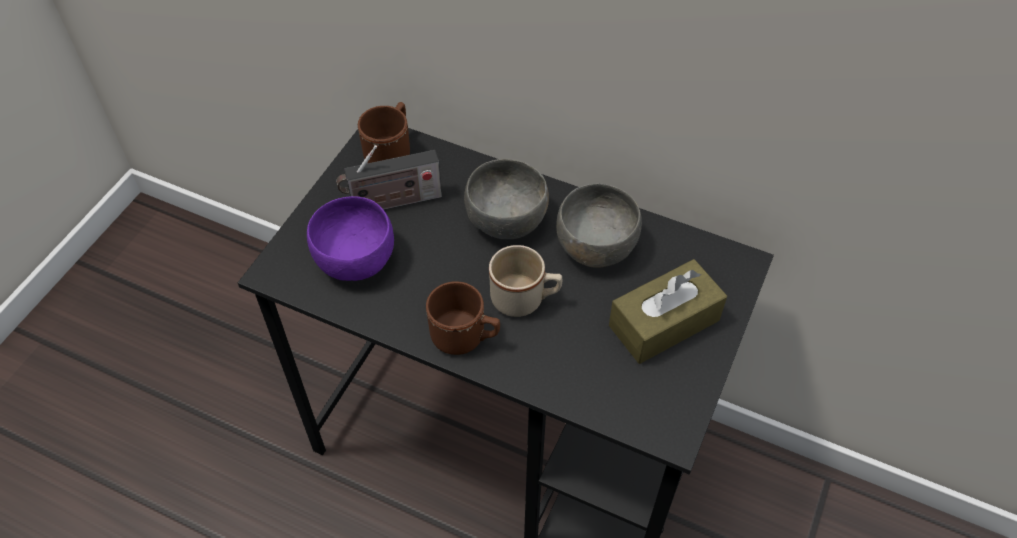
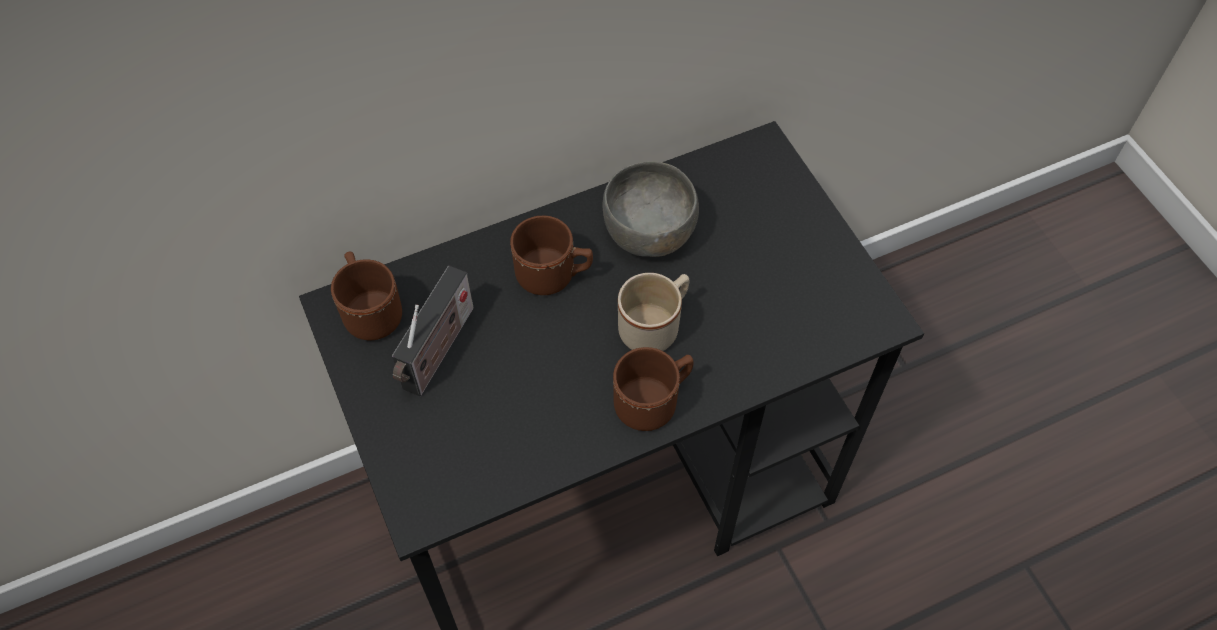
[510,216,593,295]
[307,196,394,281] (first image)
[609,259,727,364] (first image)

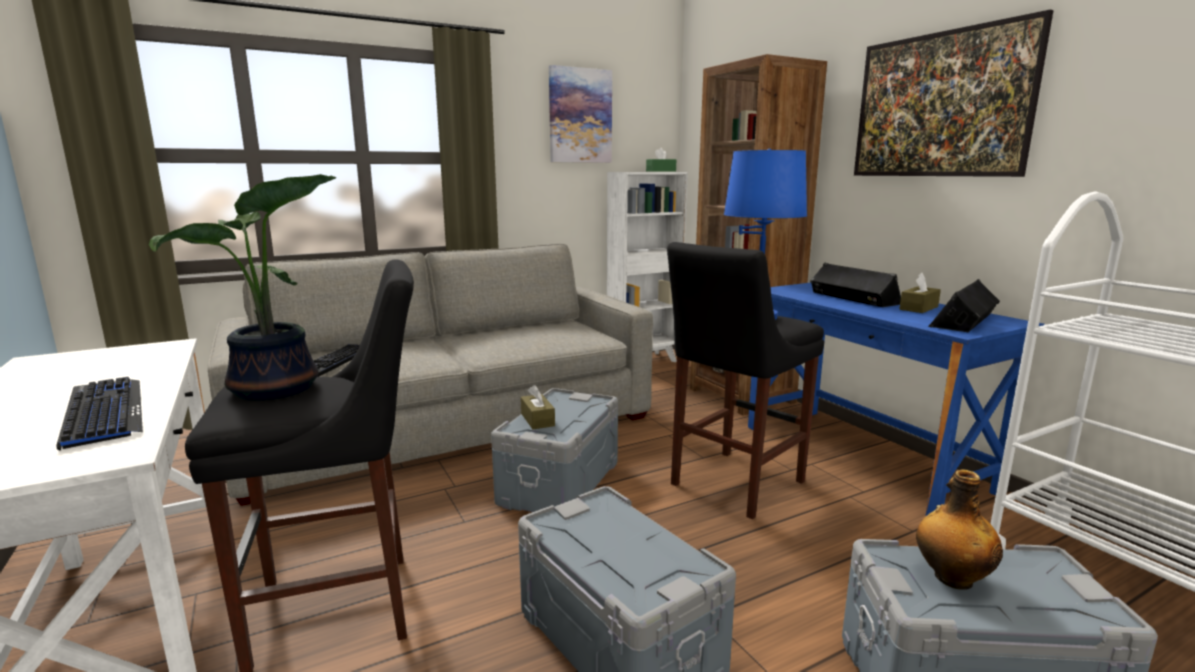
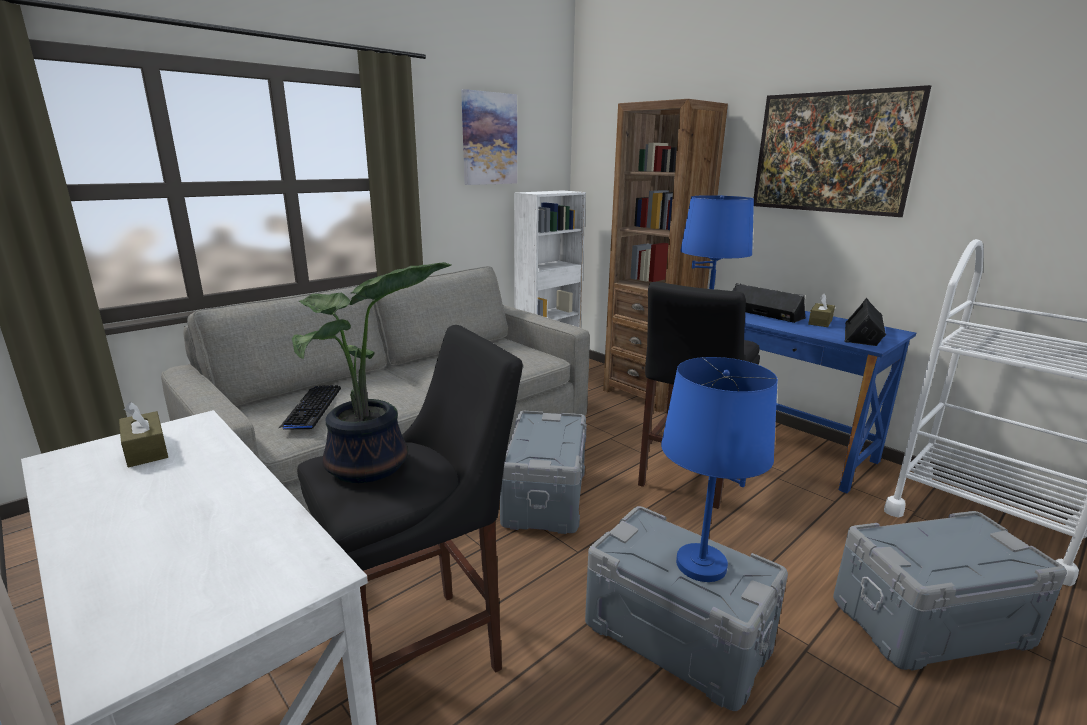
[119,402,168,467]
[661,357,778,582]
[57,377,143,451] (first image)
[646,148,676,172] (first image)
[916,469,1003,590] (first image)

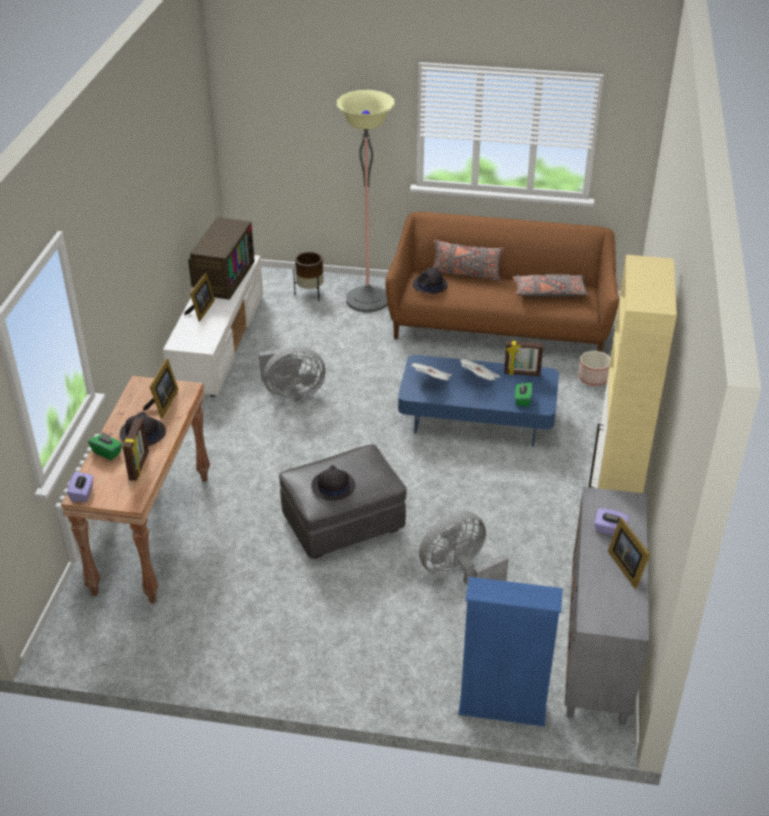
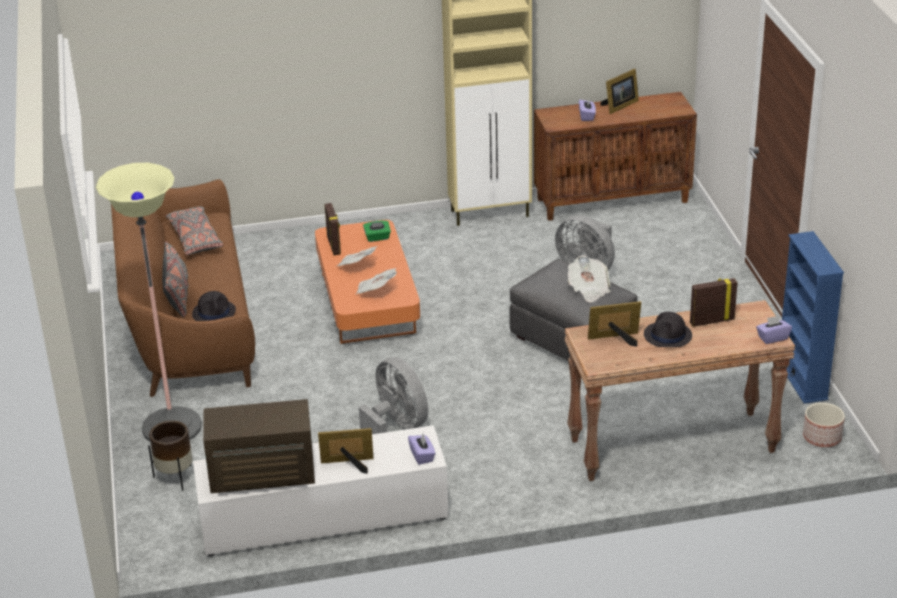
[315,220,420,344]
[408,434,436,465]
[534,92,697,221]
[568,255,610,303]
[782,231,844,404]
[803,403,845,447]
[88,432,122,460] (first image)

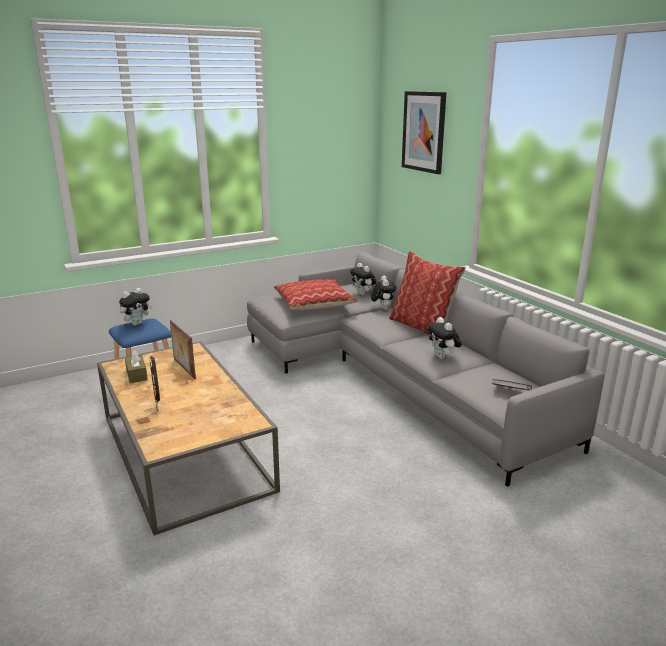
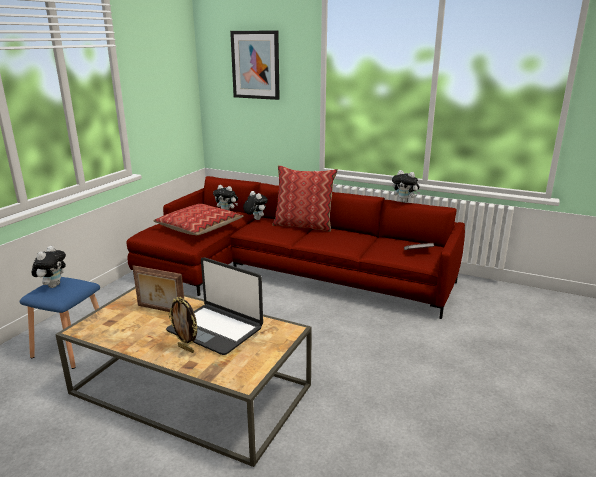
[126,176,465,319]
[166,257,263,355]
[392,170,420,203]
[125,350,148,383] (first image)

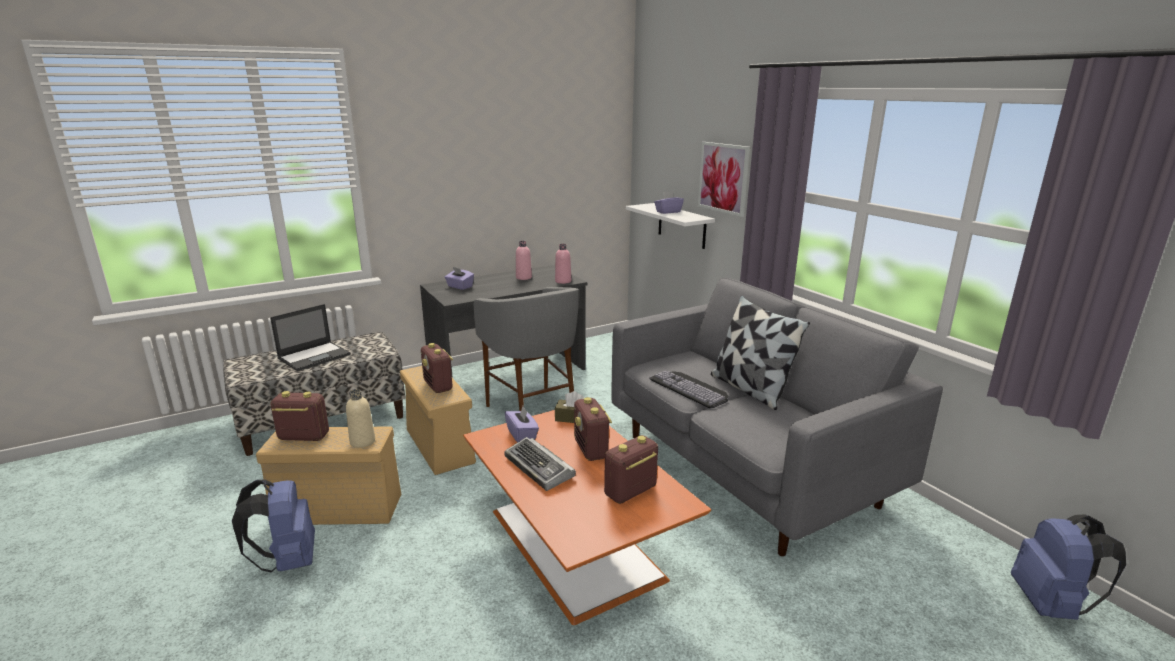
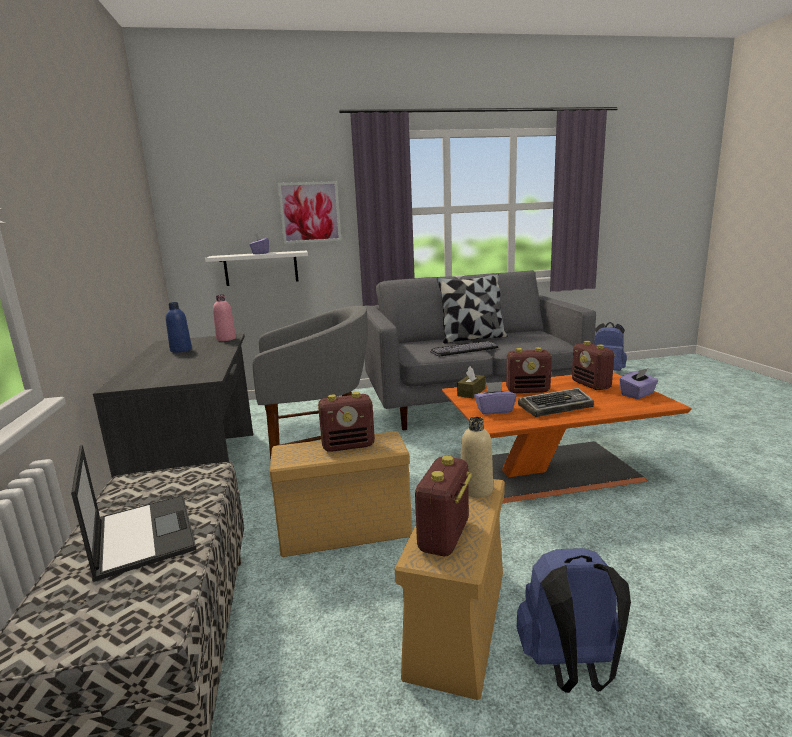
[166,302,192,353]
[619,368,658,399]

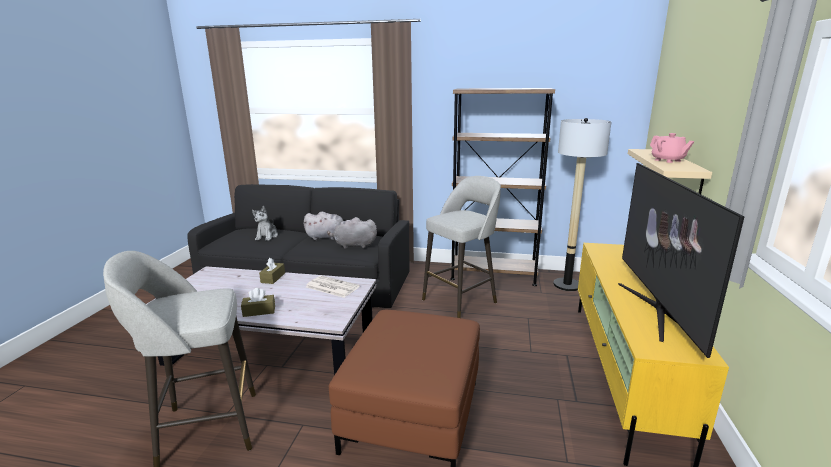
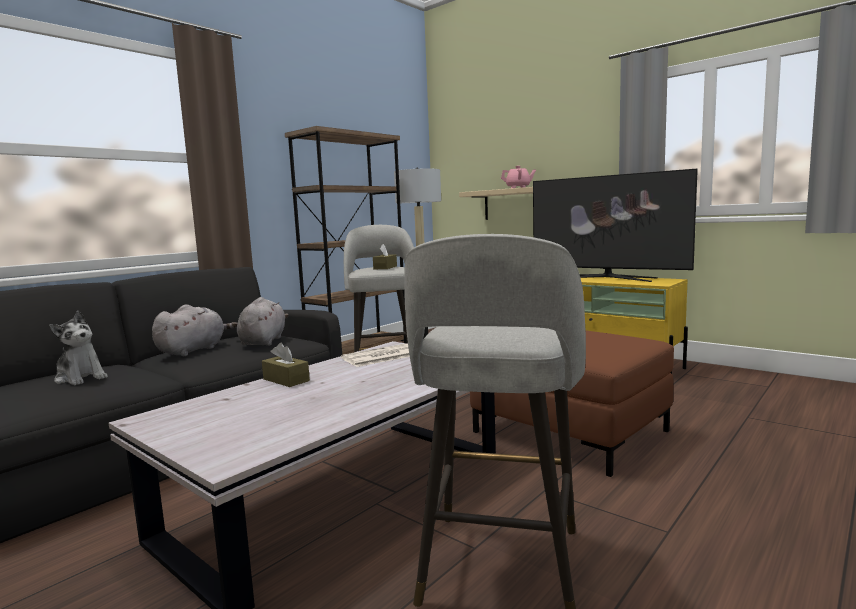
[237,297,289,346]
[373,244,397,269]

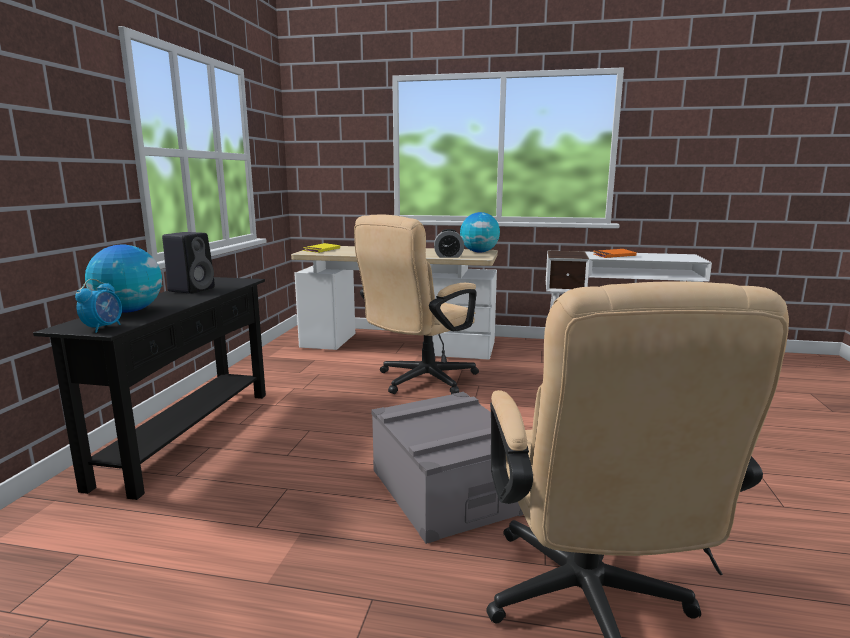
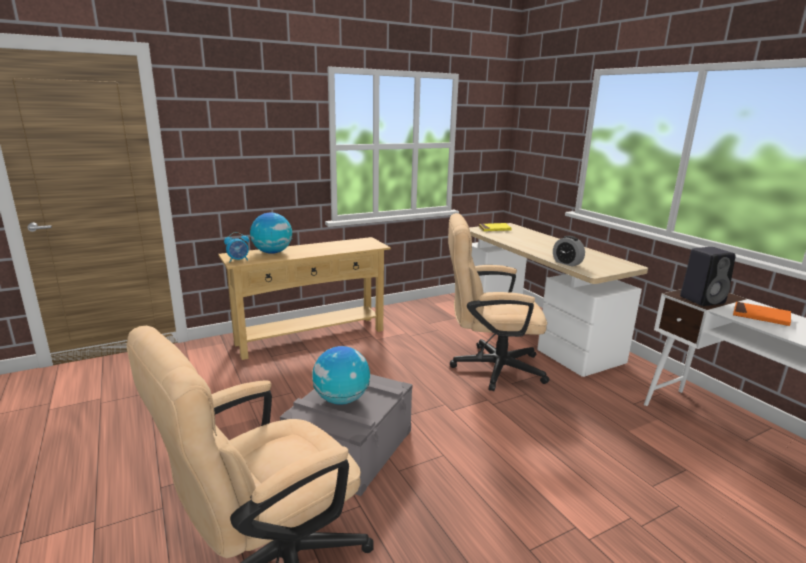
[218,237,391,360]
[312,346,370,405]
[680,247,736,306]

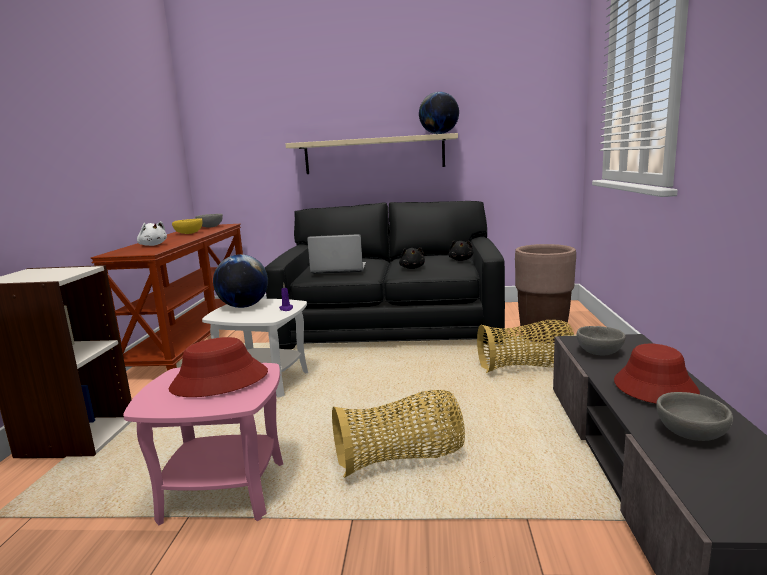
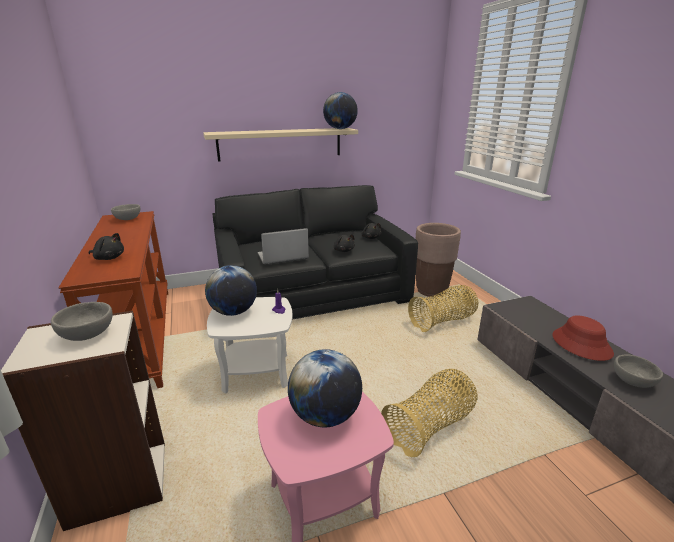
[51,302,112,341]
[89,233,124,260]
[288,349,362,427]
[172,218,203,234] (first image)

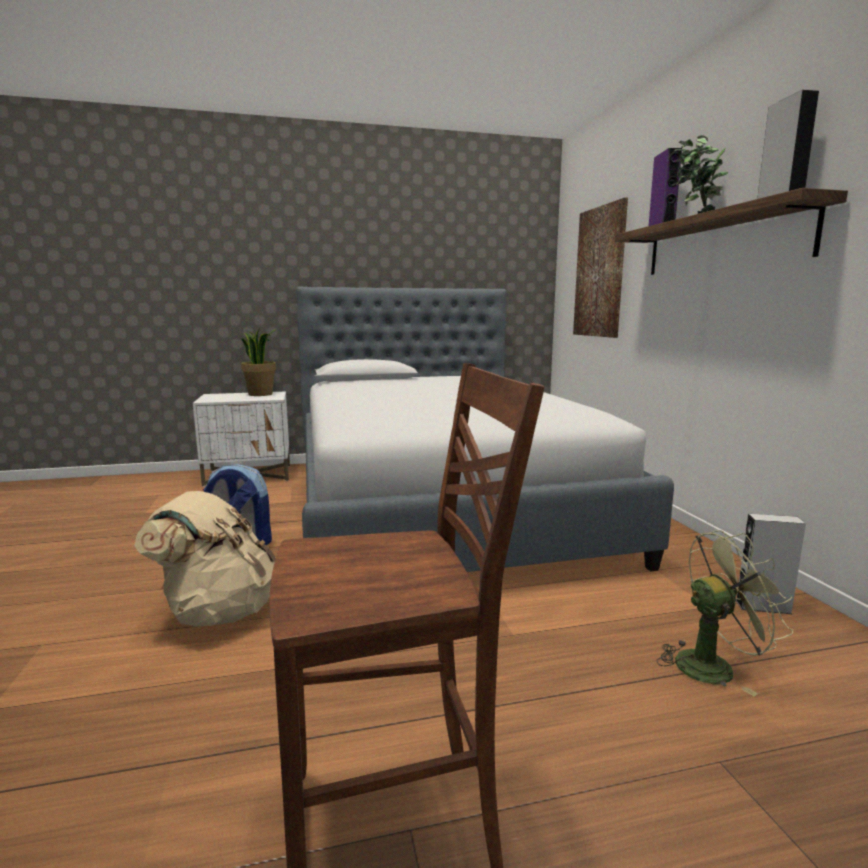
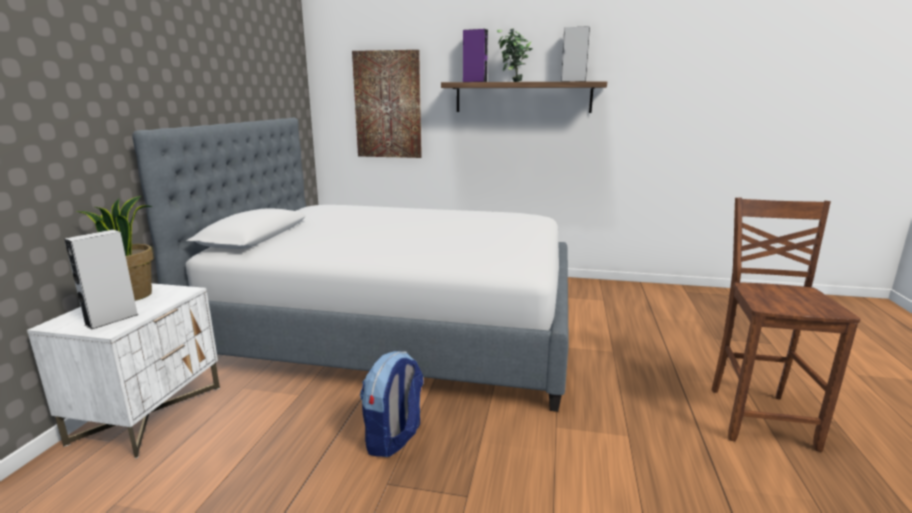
[65,230,139,330]
[134,491,276,627] (first image)
[657,530,793,697] (first image)

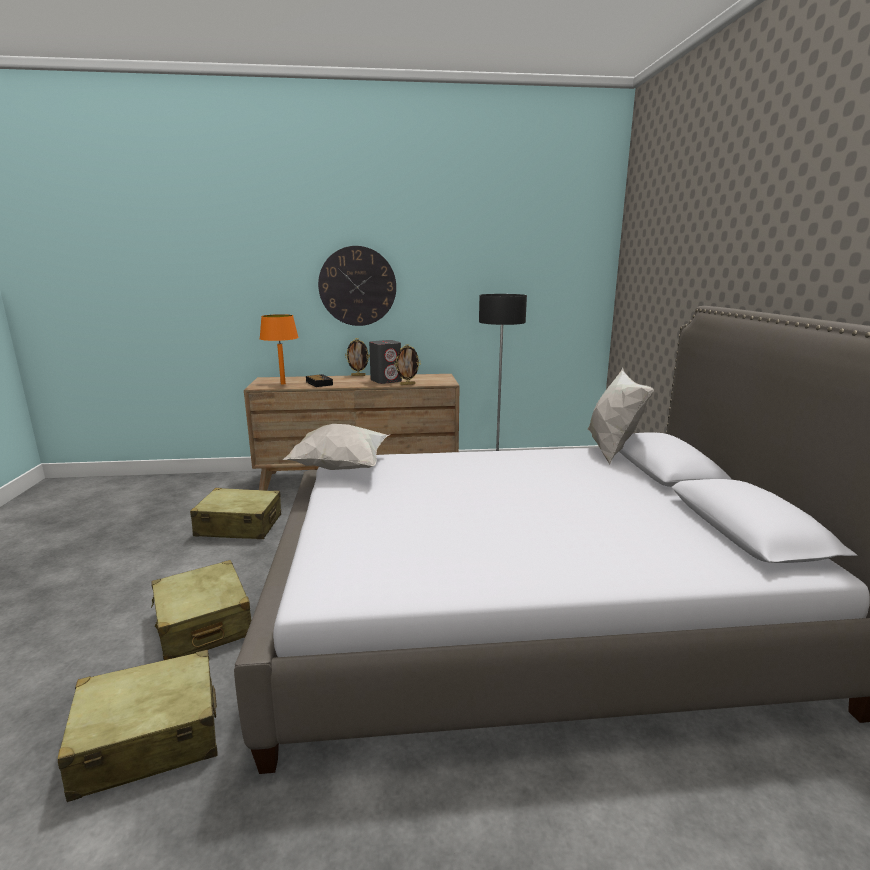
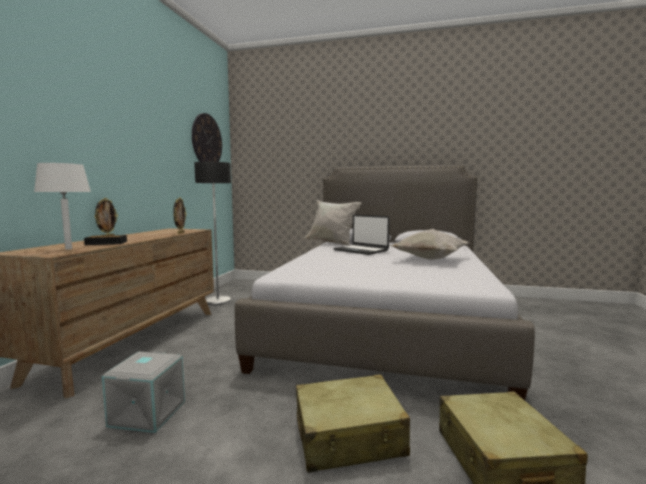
[34,163,91,250]
[102,351,185,433]
[192,113,222,162]
[333,215,390,255]
[389,229,469,260]
[369,340,402,384] (first image)

